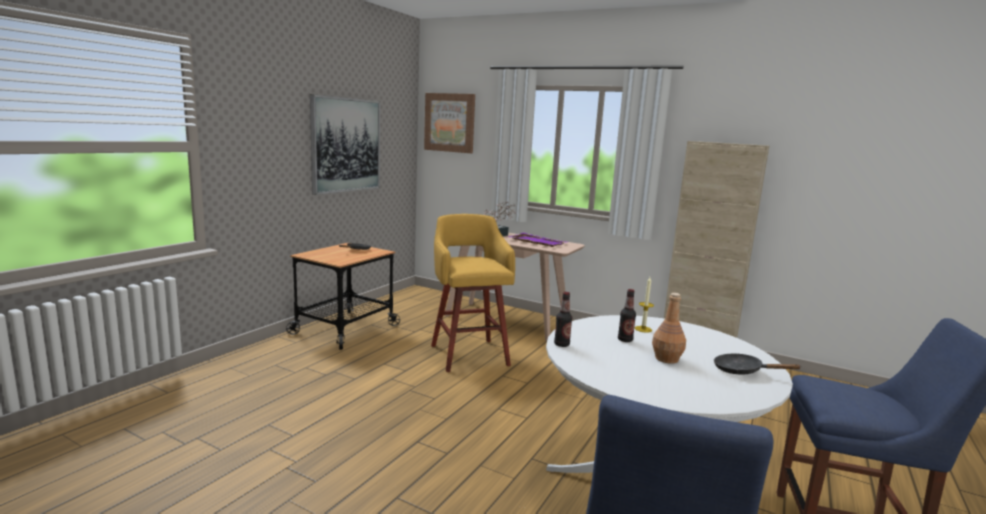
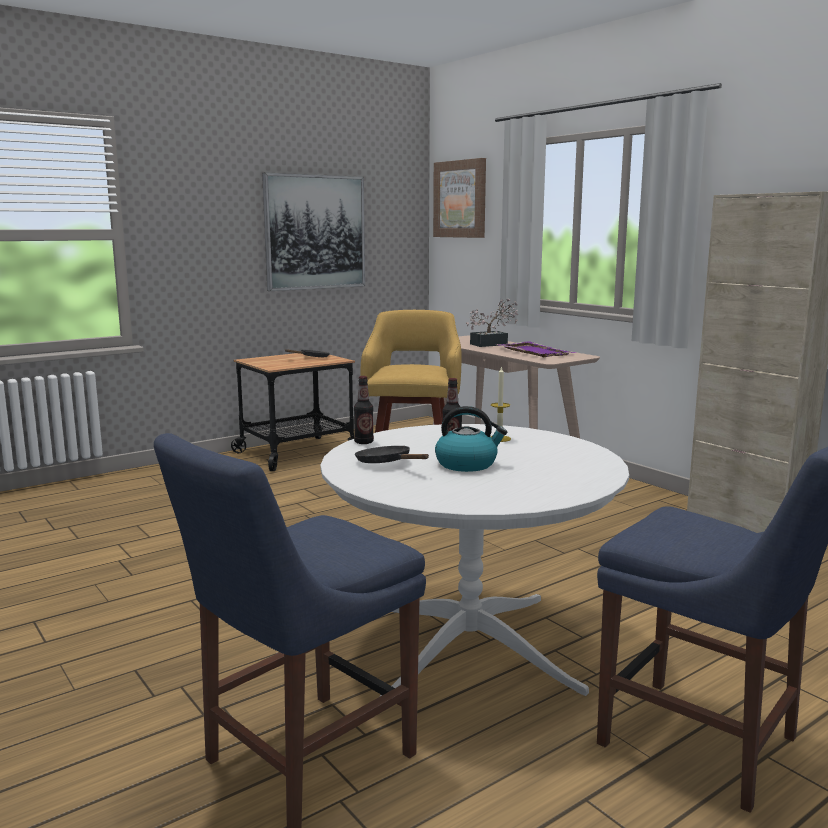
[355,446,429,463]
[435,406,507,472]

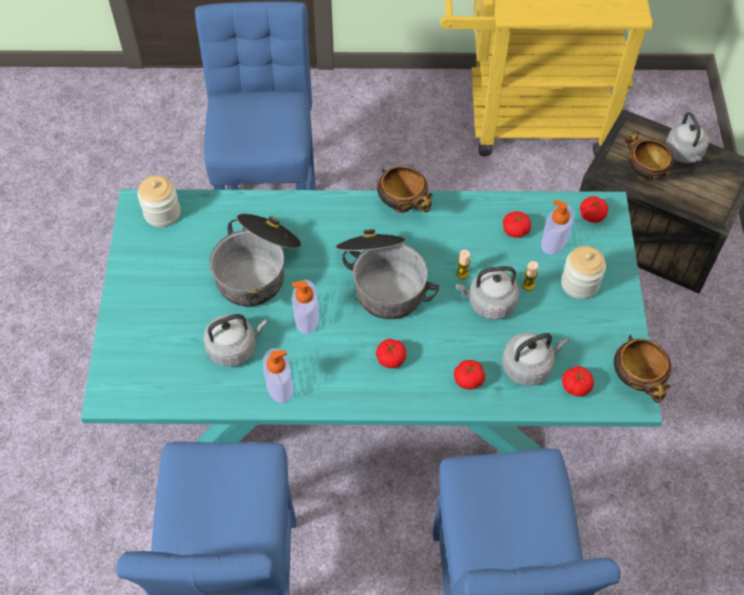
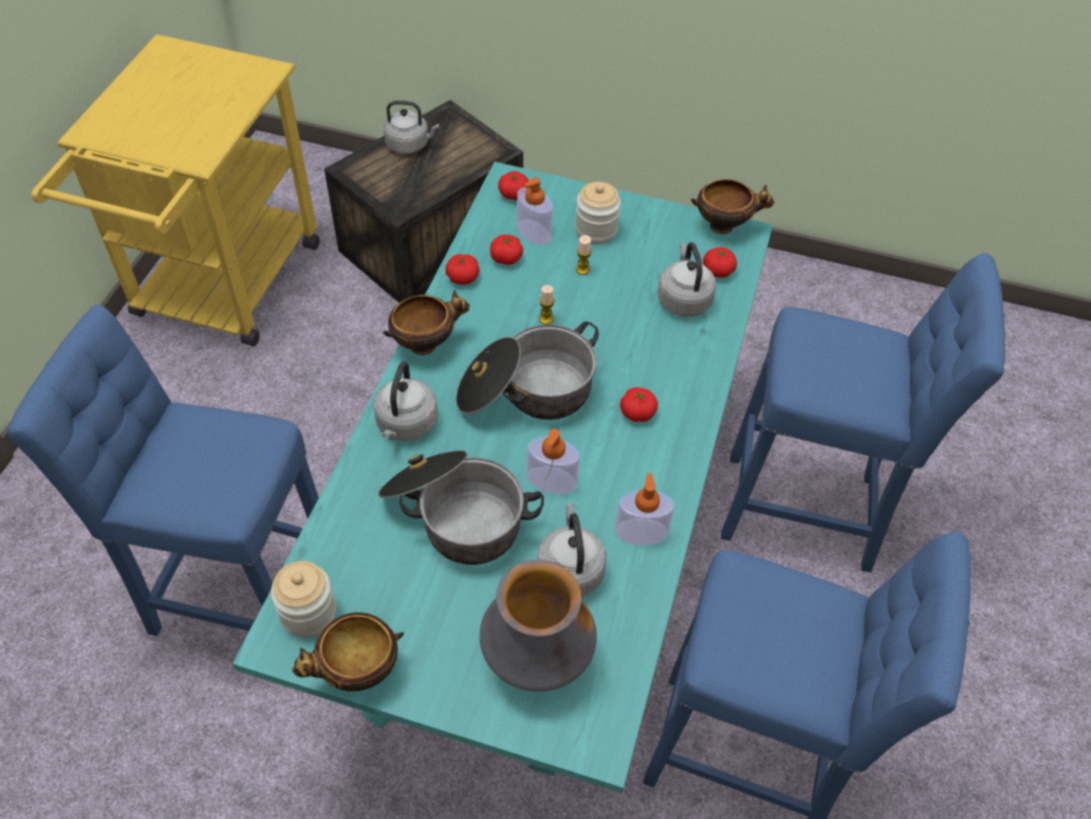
[292,612,404,691]
[374,361,438,441]
[446,254,480,285]
[480,560,597,692]

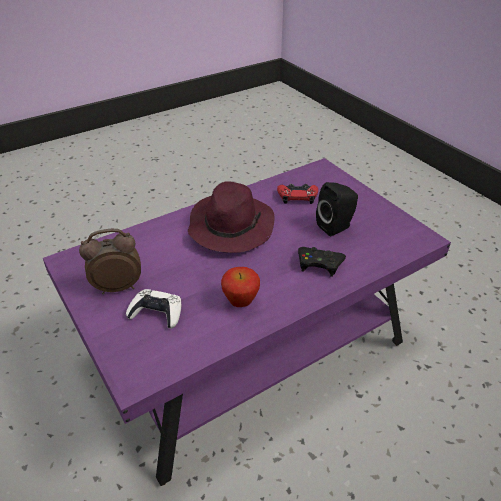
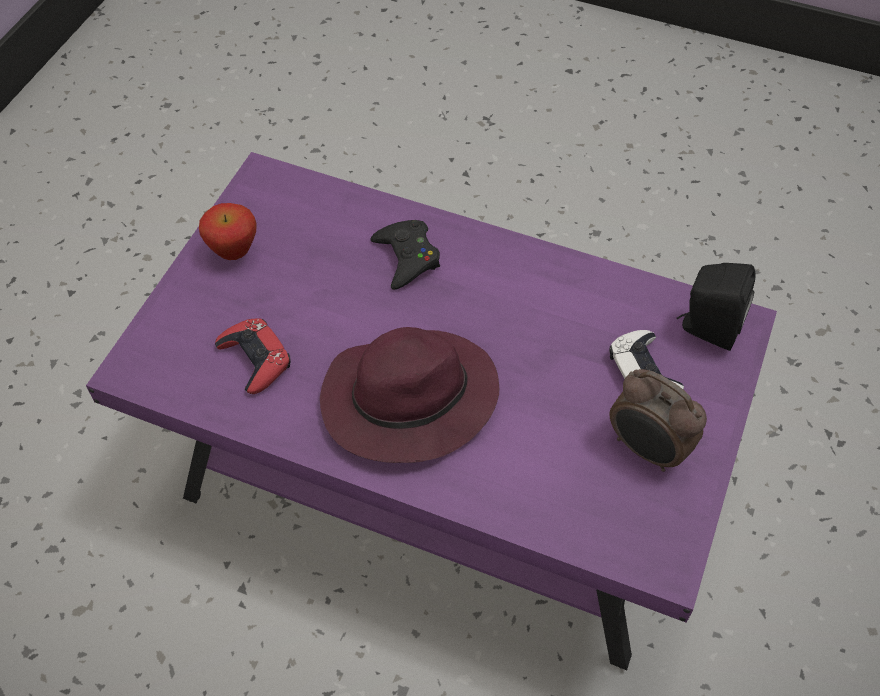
[199,203,257,260]
[677,263,755,351]

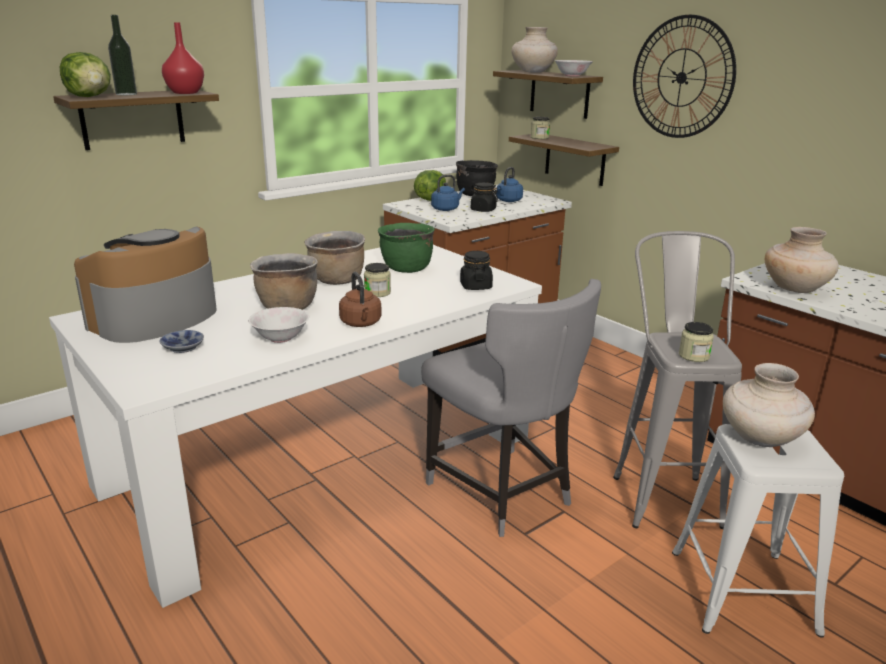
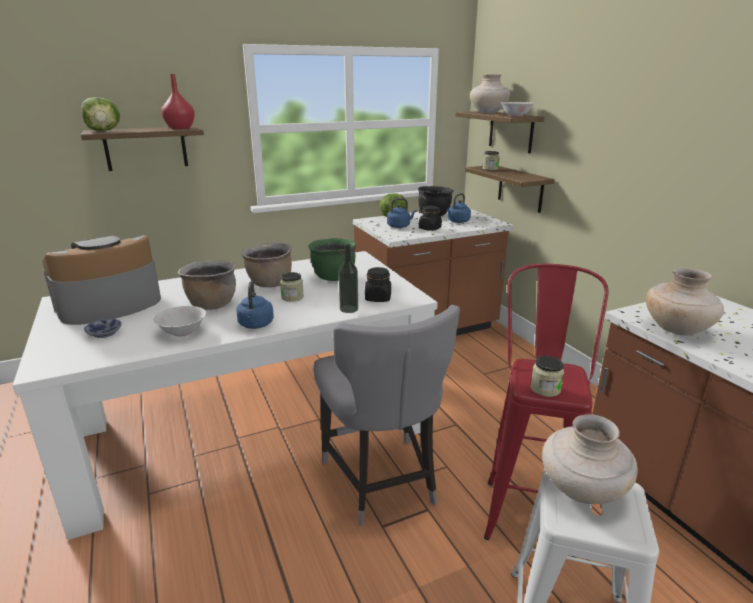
[236,281,274,329]
[339,244,358,313]
[484,264,609,558]
[633,15,736,138] (first image)

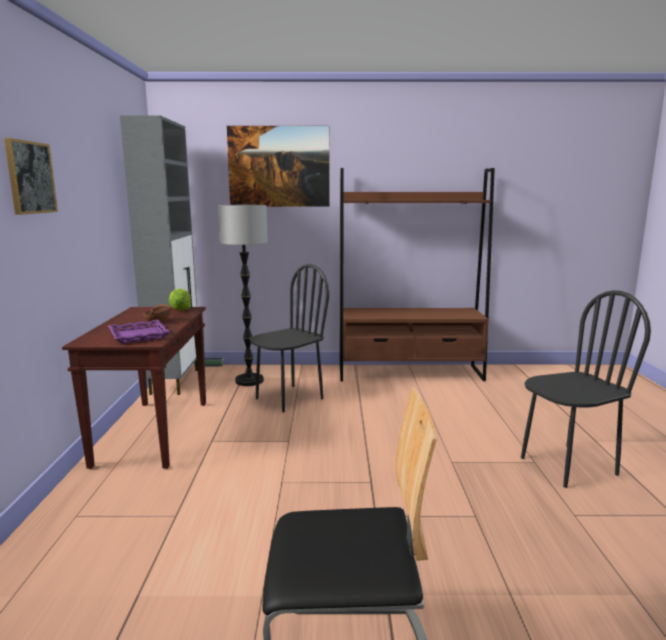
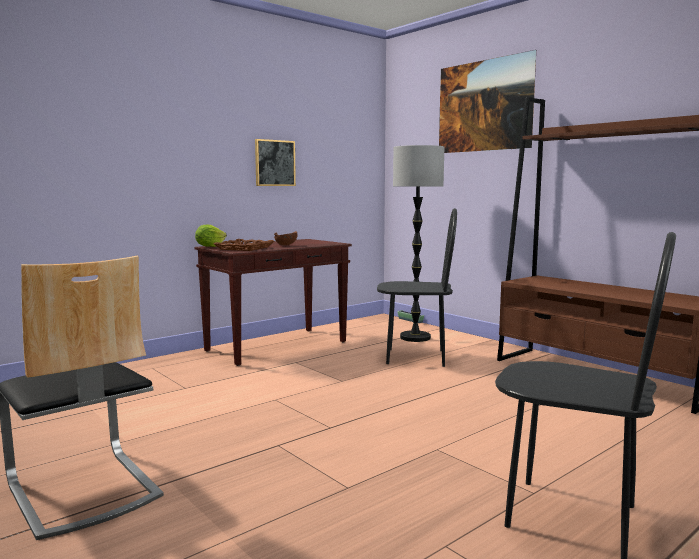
[195,225,227,247]
[213,239,274,251]
[255,139,296,186]
[120,116,198,395] (first image)

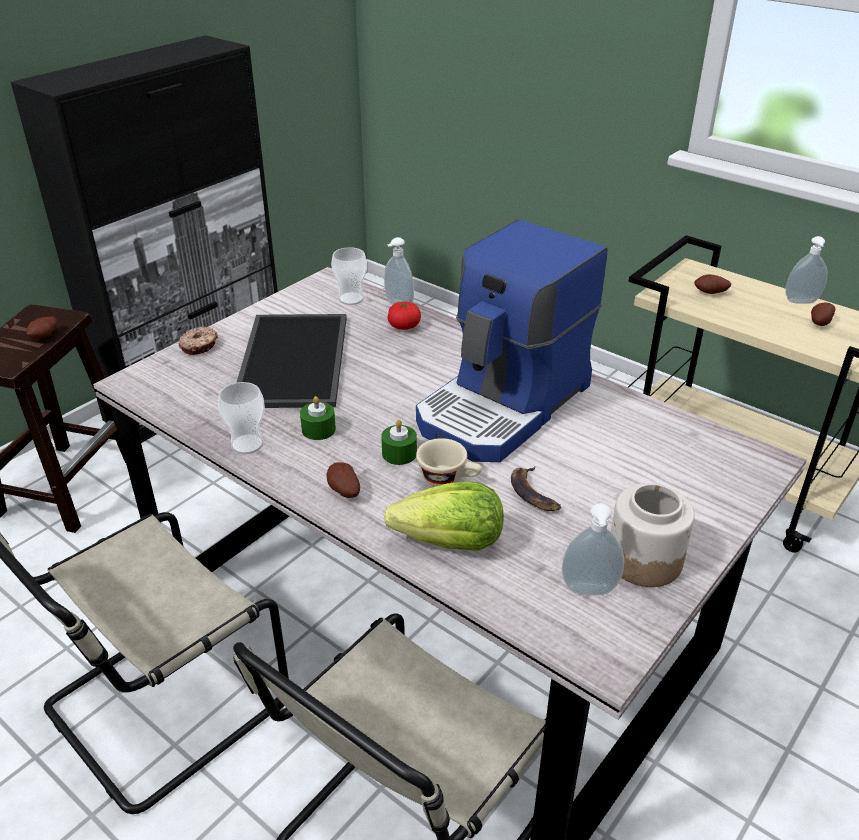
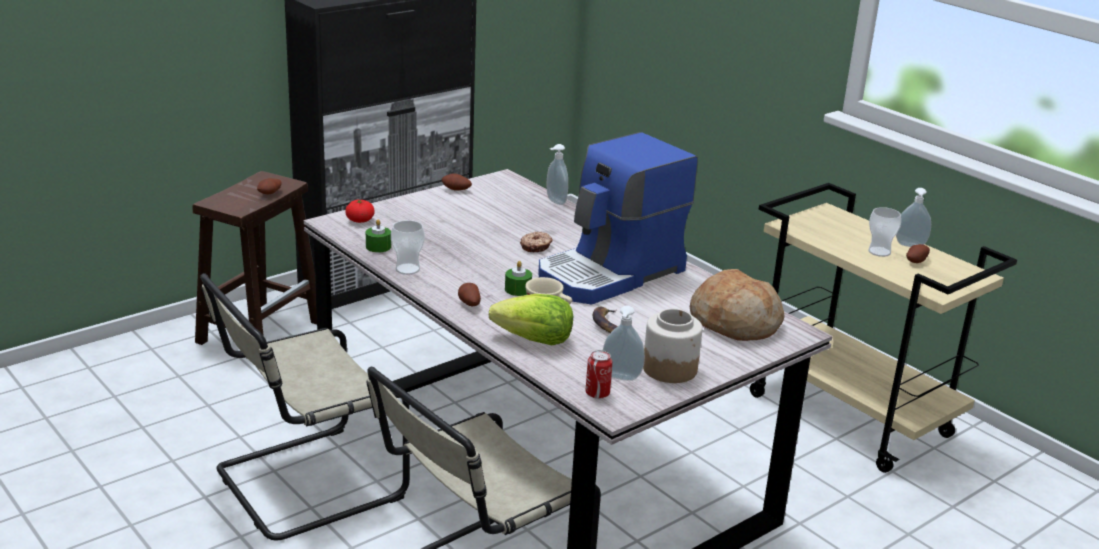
[345,200,374,223]
[366,219,391,253]
[442,173,472,191]
[520,232,553,252]
[585,350,612,399]
[690,269,785,341]
[868,207,901,257]
[237,314,347,408] (first image)

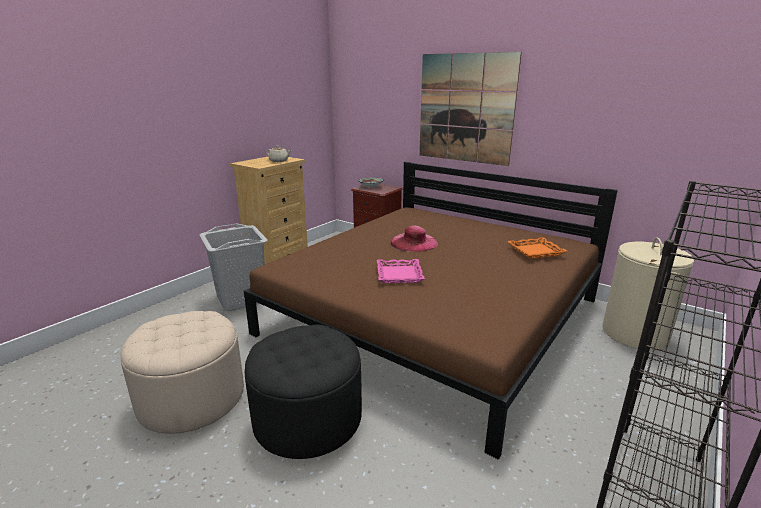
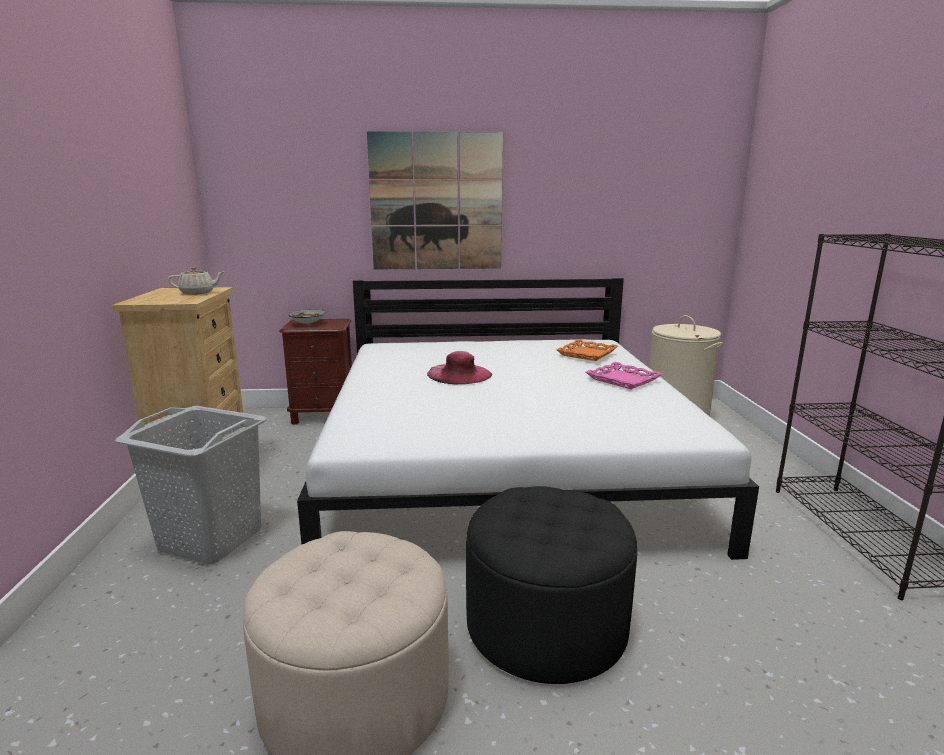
[297,278,759,560]
[586,362,663,389]

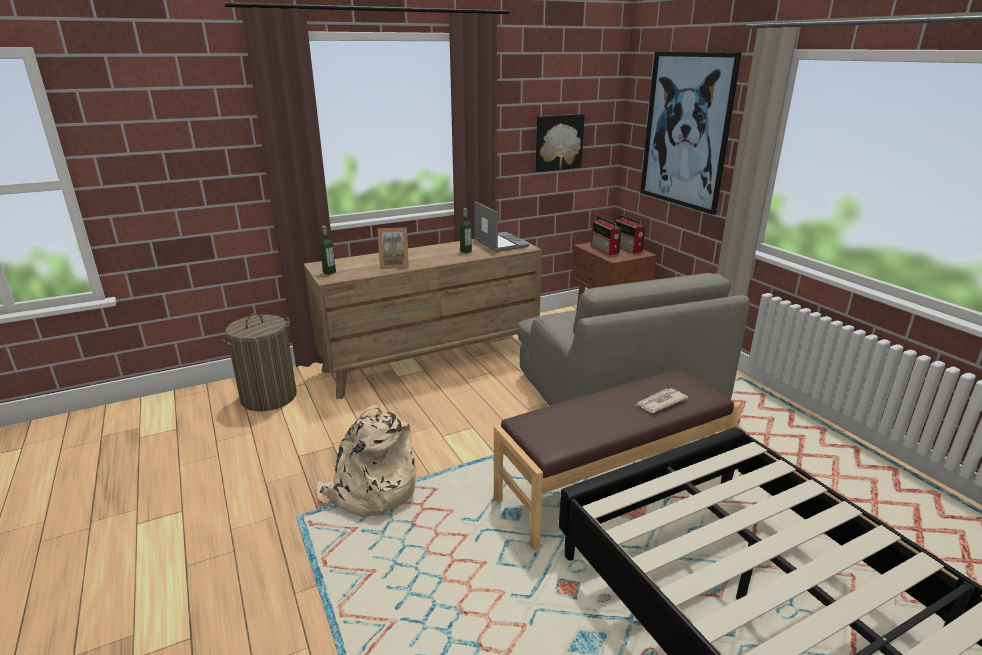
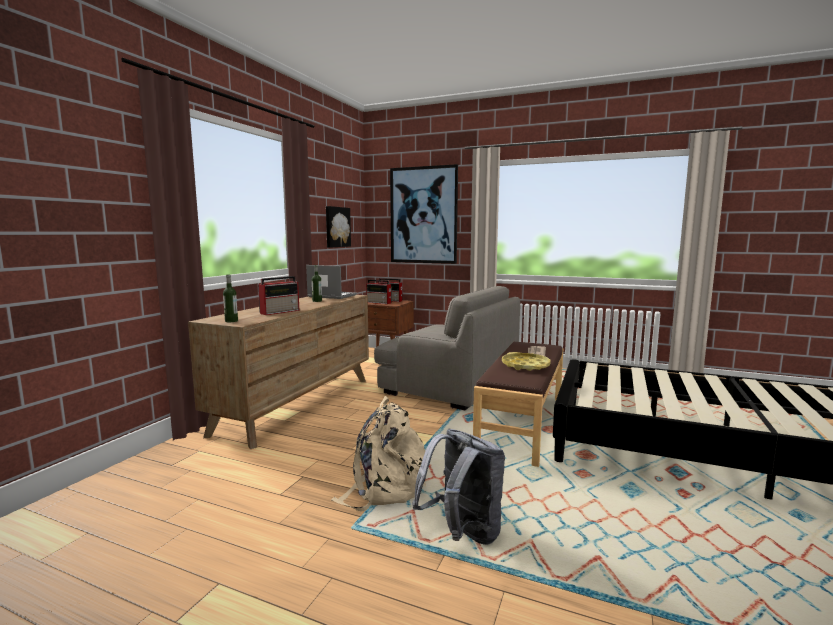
[258,276,299,315]
[412,429,505,545]
[502,352,551,371]
[221,313,297,411] (first image)

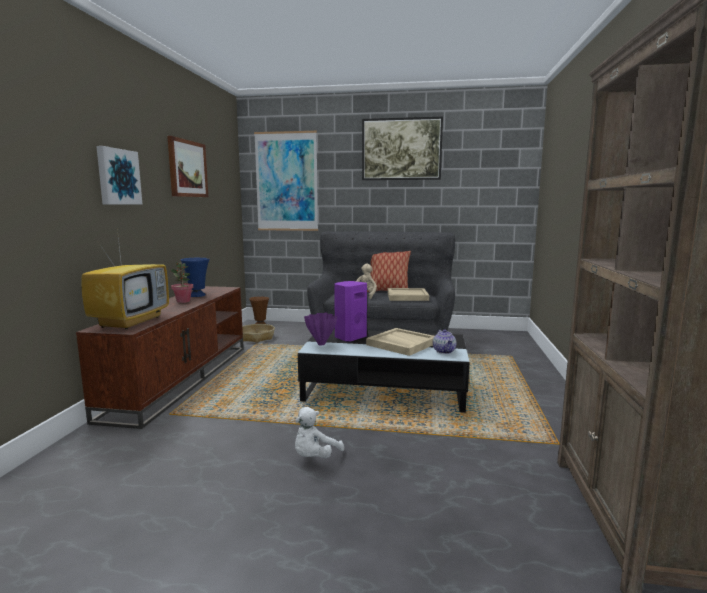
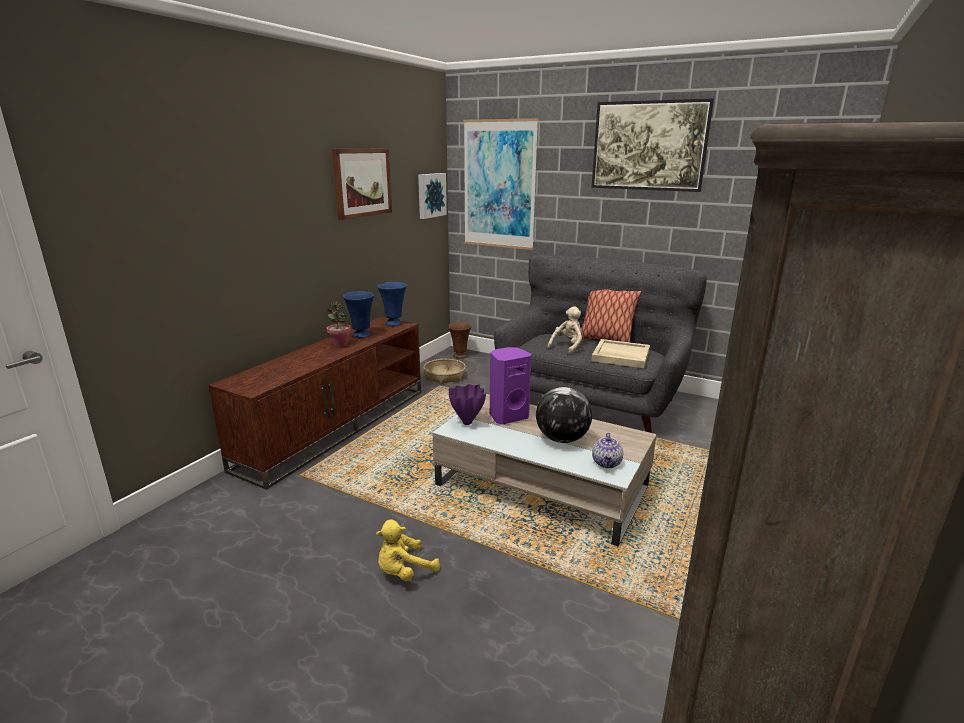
[376,520,440,581]
[377,282,407,326]
[418,173,447,219]
[433,394,657,547]
[536,387,592,443]
[81,229,169,330] (first image)

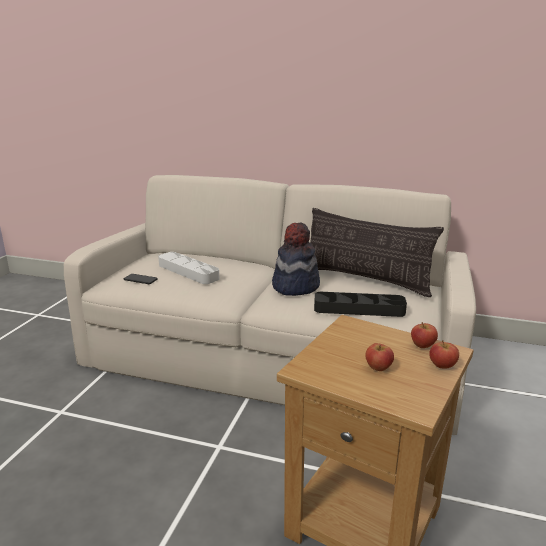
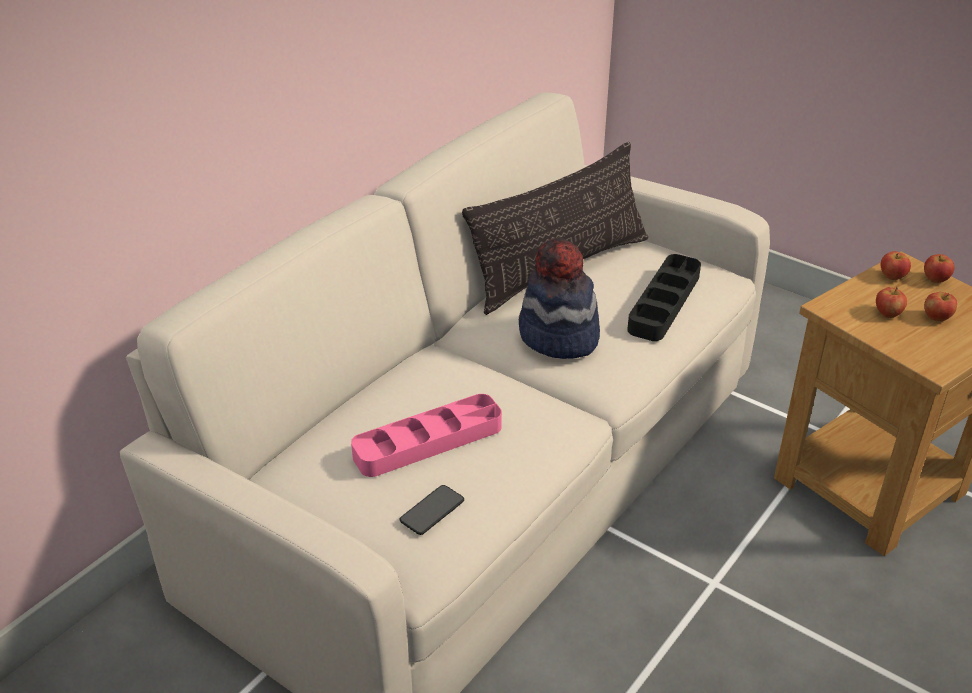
[351,394,502,477]
[876,286,907,318]

